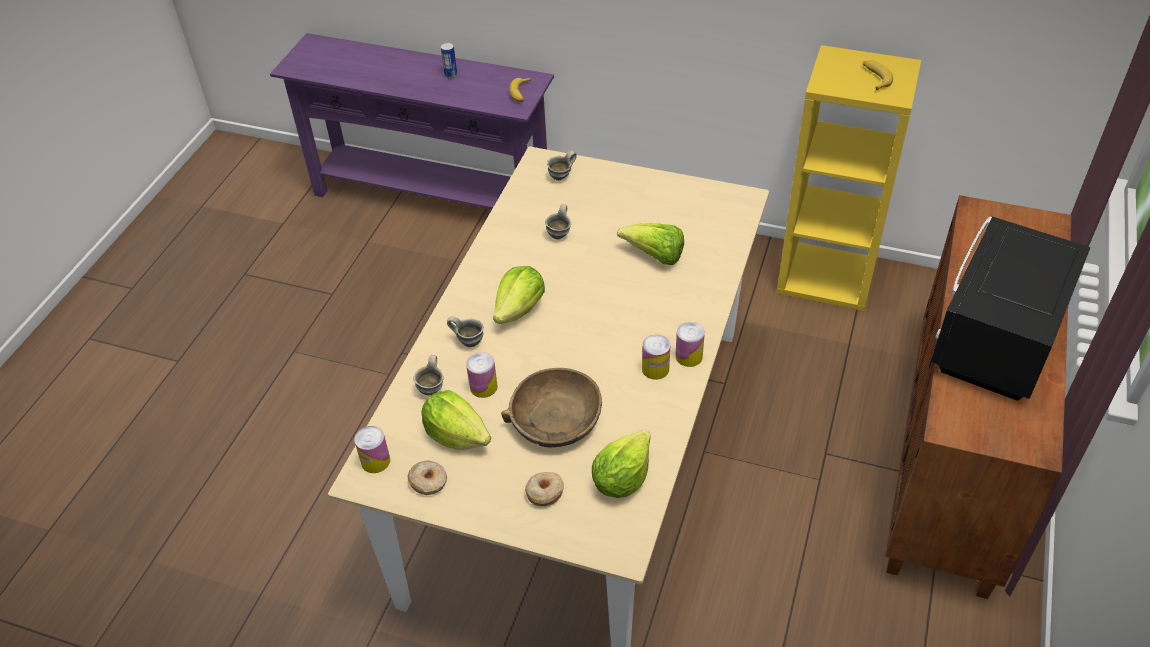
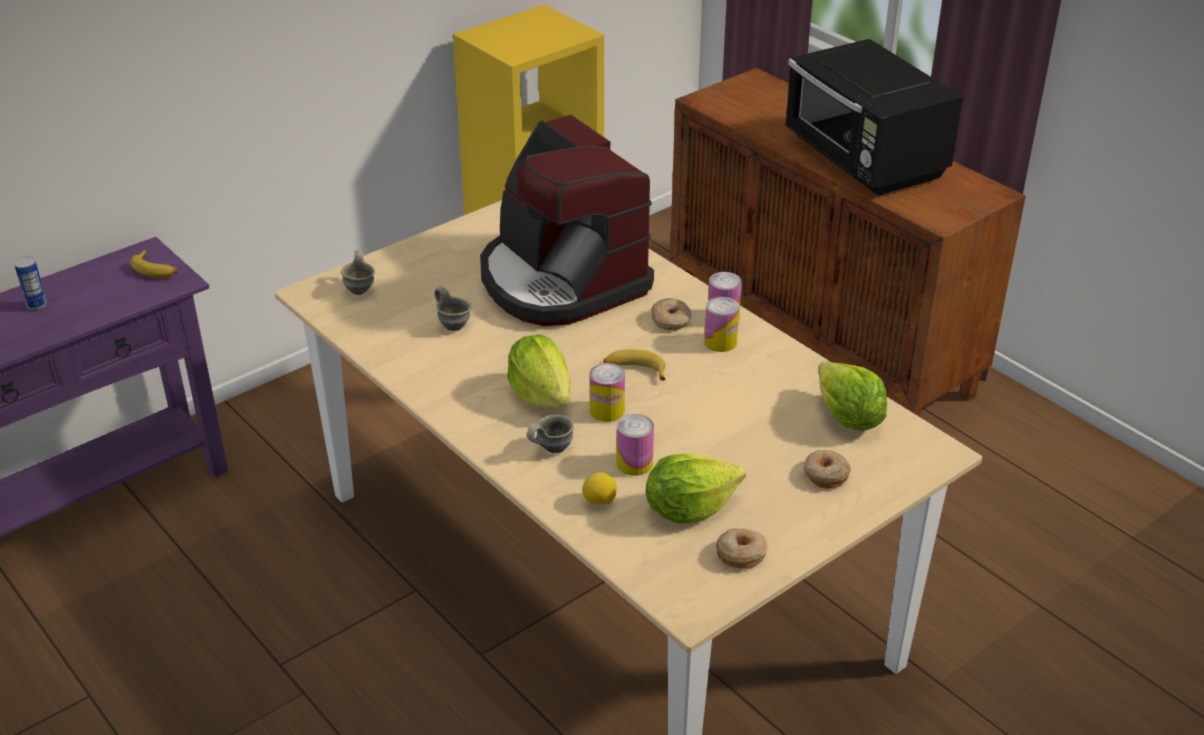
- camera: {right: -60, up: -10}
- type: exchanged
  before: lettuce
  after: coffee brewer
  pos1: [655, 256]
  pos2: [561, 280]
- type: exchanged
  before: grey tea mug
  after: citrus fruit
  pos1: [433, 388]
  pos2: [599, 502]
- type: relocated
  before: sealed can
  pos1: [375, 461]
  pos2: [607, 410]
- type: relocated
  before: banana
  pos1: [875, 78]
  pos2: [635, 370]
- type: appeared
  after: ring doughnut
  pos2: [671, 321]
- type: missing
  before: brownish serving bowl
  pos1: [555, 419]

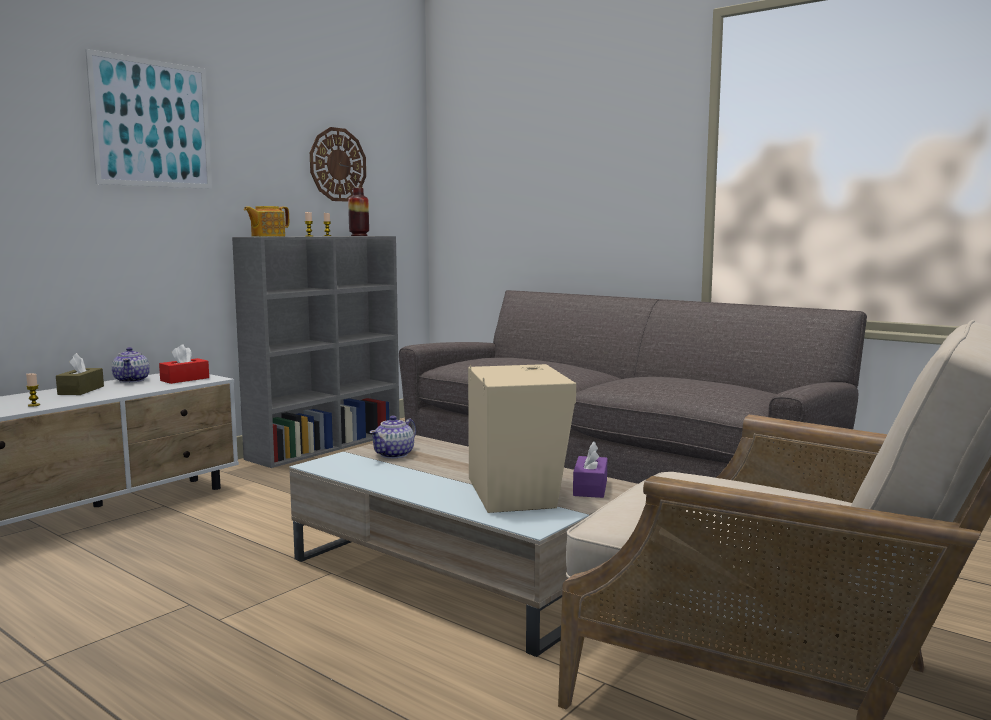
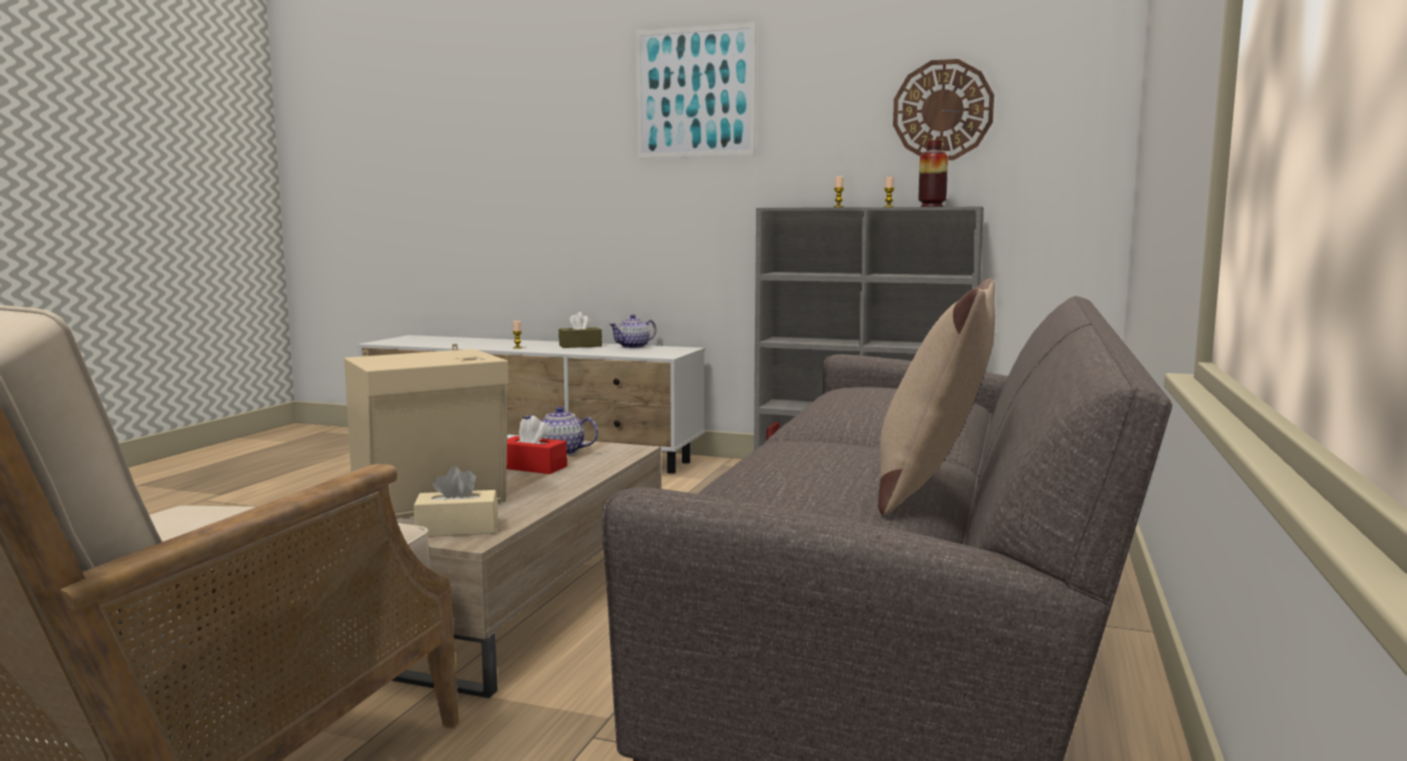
- camera: {right: 70, up: 0}
- type: colour
  before: purple tissue box
  after: beige-coloured tissue box
  pos1: [590, 488]
  pos2: [457, 529]
- type: relocated
  before: red-coloured tissue box
  pos1: [185, 379]
  pos2: [532, 467]
- type: appeared
  after: beige-coloured pillow
  pos2: [933, 488]
- type: missing
  before: pot for tea
  pos1: [267, 236]

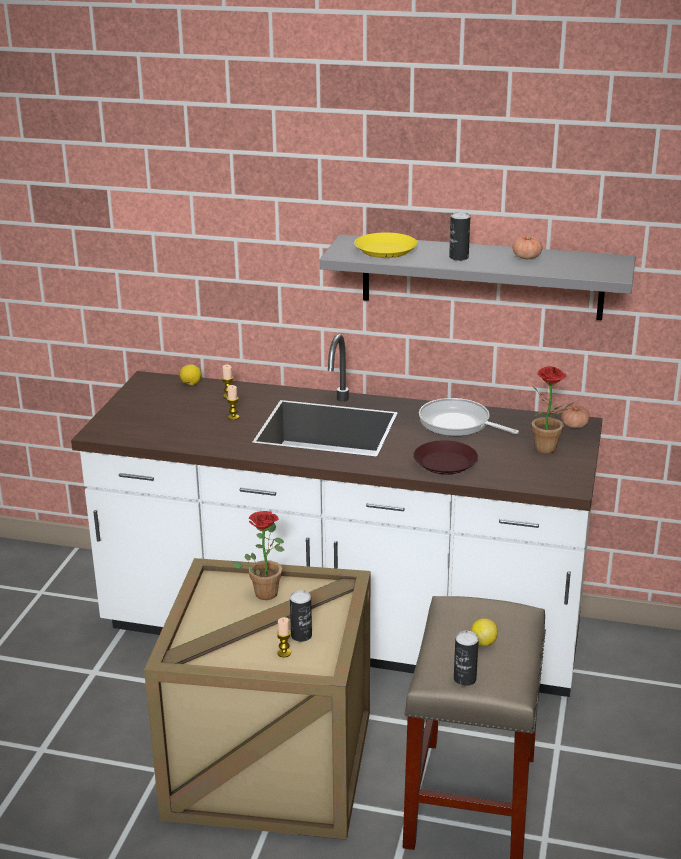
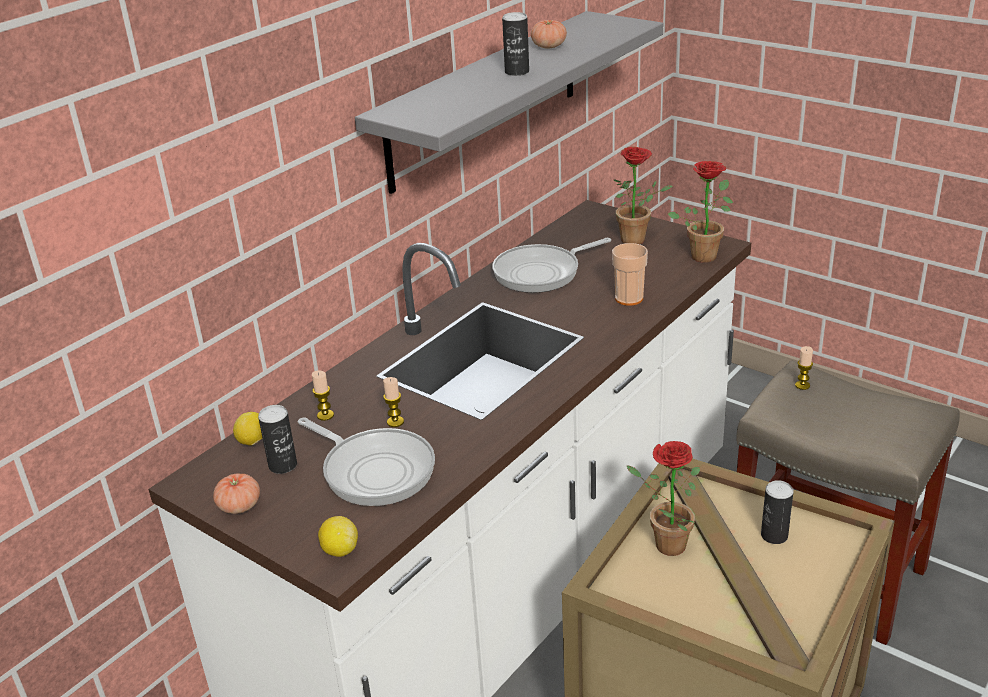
- camera: {right: -65, up: 5}
- type: relocated
  before: whole tomato
  pos1: [574, 425]
  pos2: [239, 506]
- type: relocated
  before: sealed can
  pos1: [465, 679]
  pos2: [283, 465]
- type: appeared
  after: pan
  pos2: [374, 470]
- type: relocated
  before: citrus fruit
  pos1: [483, 642]
  pos2: [340, 550]
- type: exchanged
  before: brownish plate
  after: small cup
  pos1: [446, 463]
  pos2: [629, 298]
- type: appeared
  after: plant in a pot
  pos2: [704, 254]
- type: relocated
  before: wax candle
  pos1: [284, 653]
  pos2: [802, 385]
- type: missing
  before: yellow-coloured plate
  pos1: [386, 251]

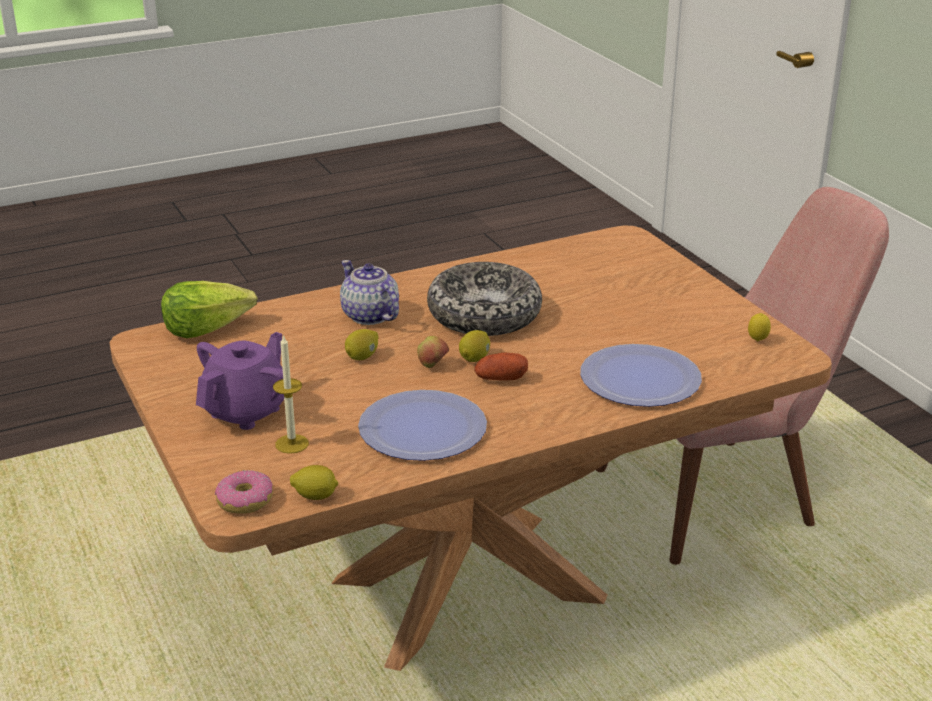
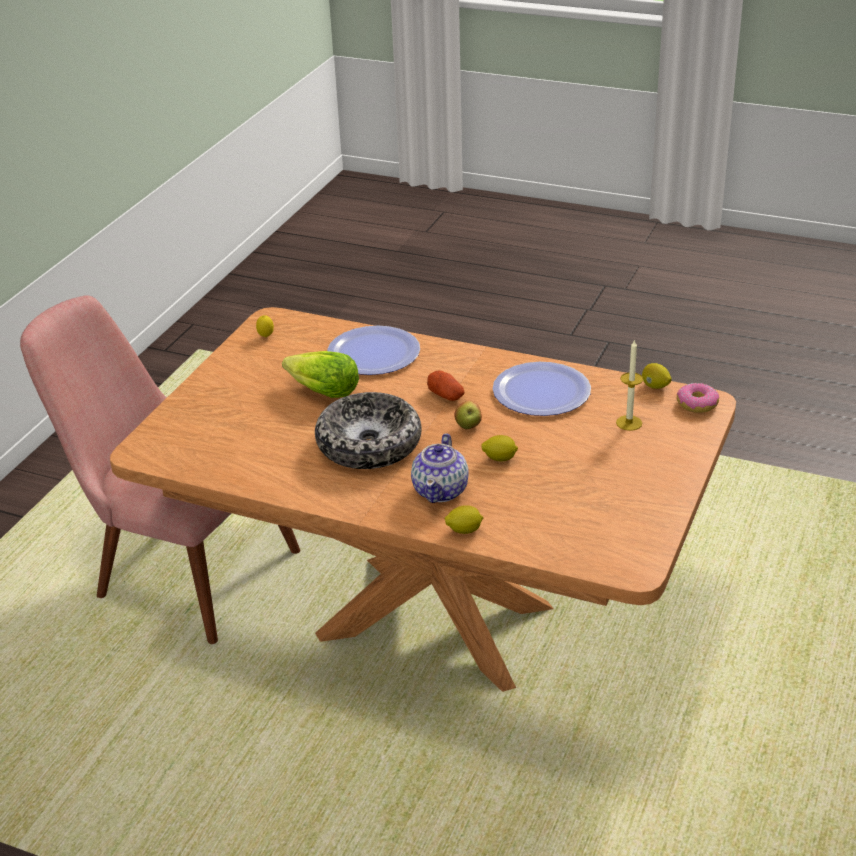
- camera: {right: -130, up: 5}
- type: relocated
  before: lettuce
  pos1: [206, 328]
  pos2: [323, 392]
- type: relocated
  before: citrus fruit
  pos1: [475, 358]
  pos2: [464, 530]
- type: missing
  before: purple pot for tea
  pos1: [246, 411]

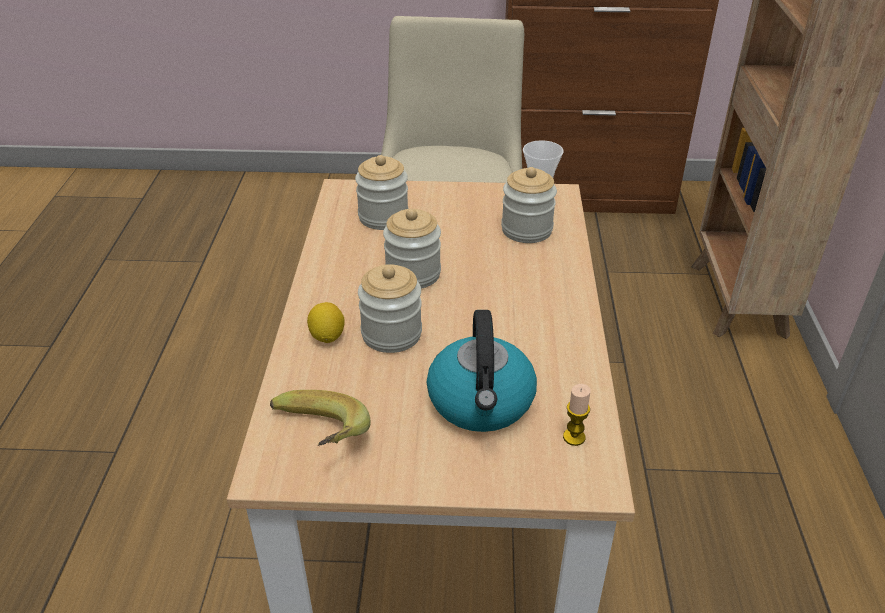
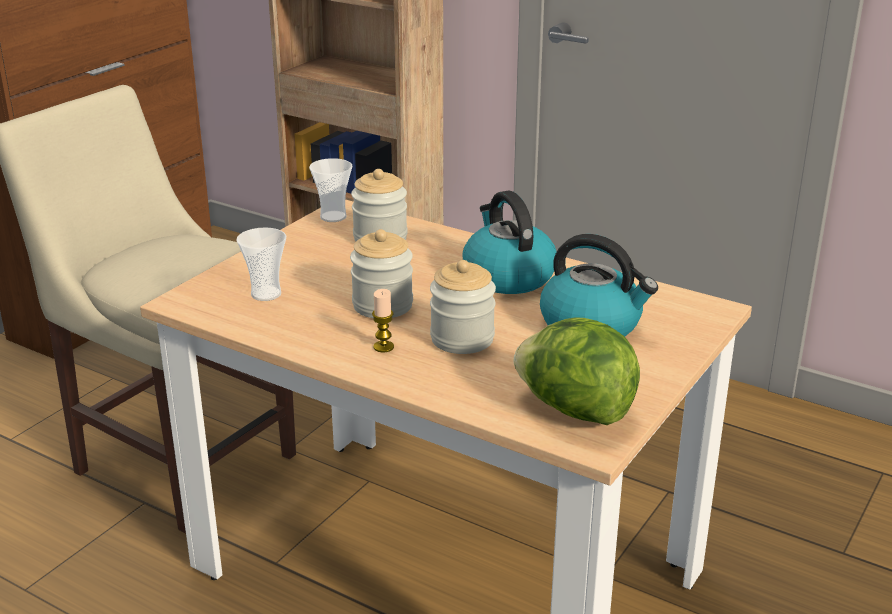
- camera: {right: -60, up: -10}
- type: exchanged
  before: jar
  after: small cup
  pos1: [383, 217]
  pos2: [266, 294]
- type: relocated
  before: wax candle
  pos1: [574, 437]
  pos2: [383, 347]
- type: appeared
  after: water kettle
  pos2: [507, 276]
- type: exchanged
  before: banana
  after: lettuce
  pos1: [316, 441]
  pos2: [574, 410]
- type: missing
  before: citrus fruit
  pos1: [327, 336]

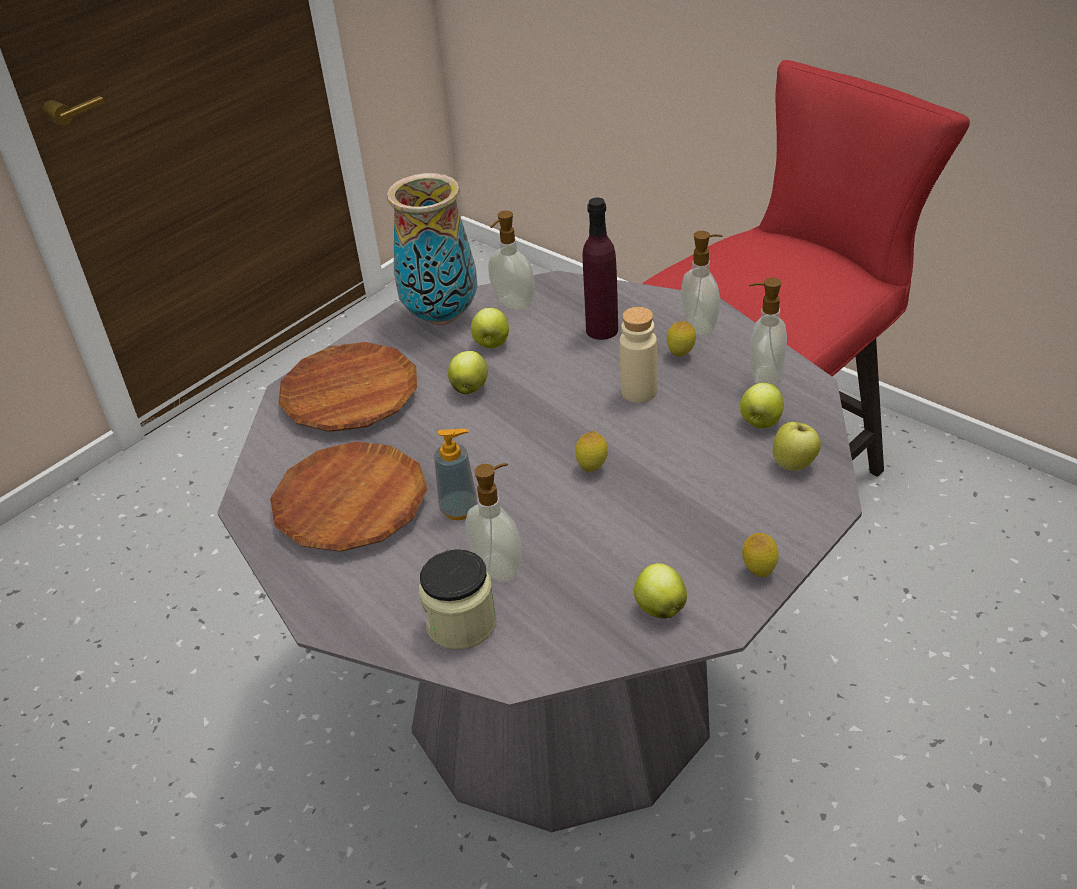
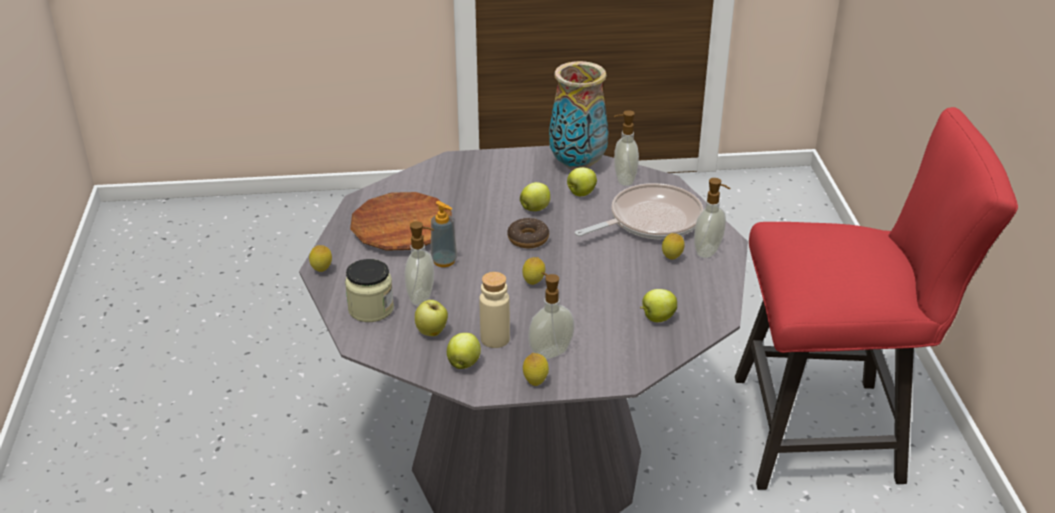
- camera: {right: 40, up: -5}
- type: appeared
  after: citrus fruit
  pos2: [322, 271]
- type: relocated
  before: whole apple
  pos1: [794, 464]
  pos2: [432, 333]
- type: relocated
  before: beige-coloured bottle
  pos1: [639, 392]
  pos2: [495, 339]
- type: appeared
  after: ring doughnut
  pos2: [528, 239]
- type: relocated
  before: soap bottle
  pos1: [764, 377]
  pos2: [550, 352]
- type: exchanged
  before: purple bottle
  after: pan
  pos1: [602, 330]
  pos2: [650, 221]
- type: missing
  before: brownish plate
  pos1: [350, 395]

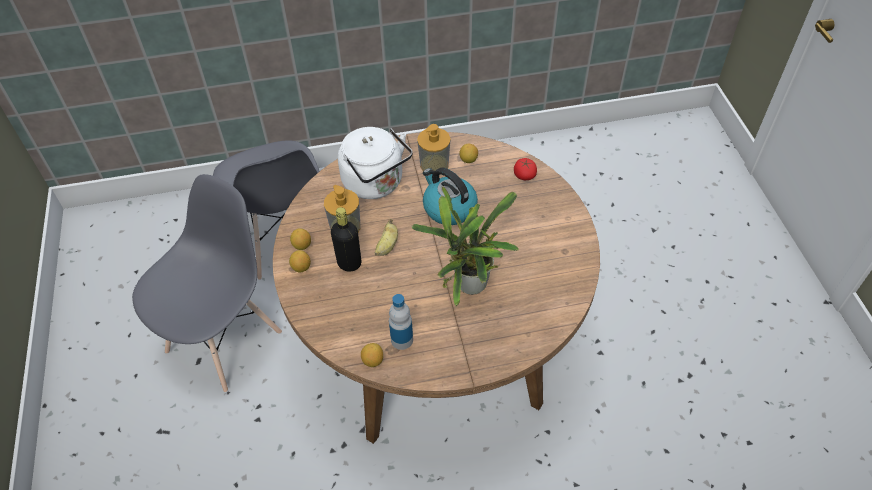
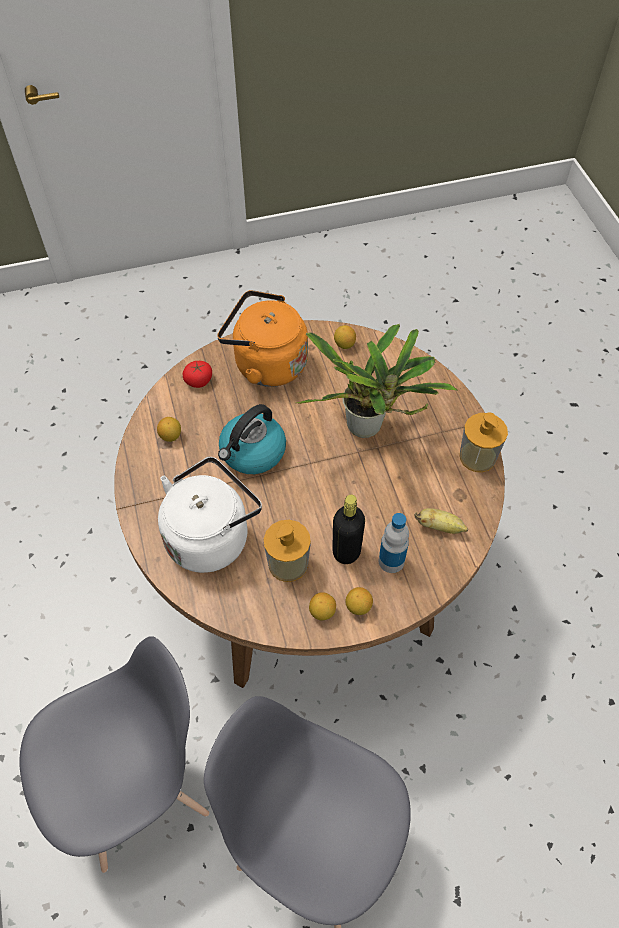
- camera: {right: -95, up: 5}
- type: appeared
  after: orange-coloured water kettle
  pos2: [266, 364]
- type: relocated
  before: citrus fruit
  pos1: [372, 360]
  pos2: [344, 344]
- type: relocated
  before: bottle
  pos1: [402, 340]
  pos2: [391, 561]
- type: relocated
  before: banana
  pos1: [387, 246]
  pos2: [440, 527]
- type: relocated
  before: soap bottle
  pos1: [434, 165]
  pos2: [477, 457]

